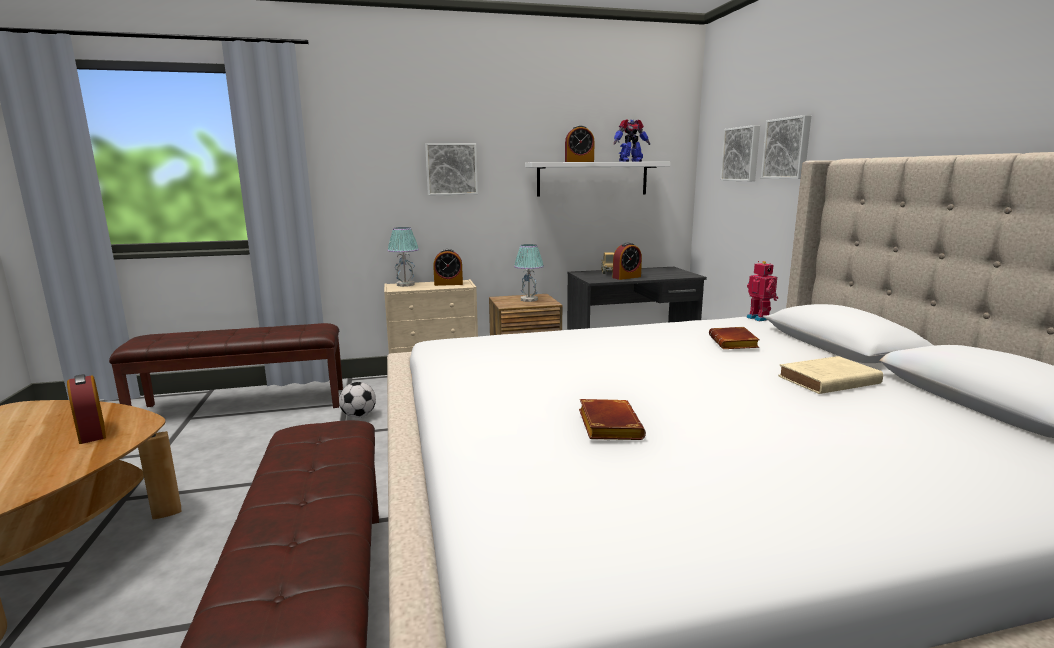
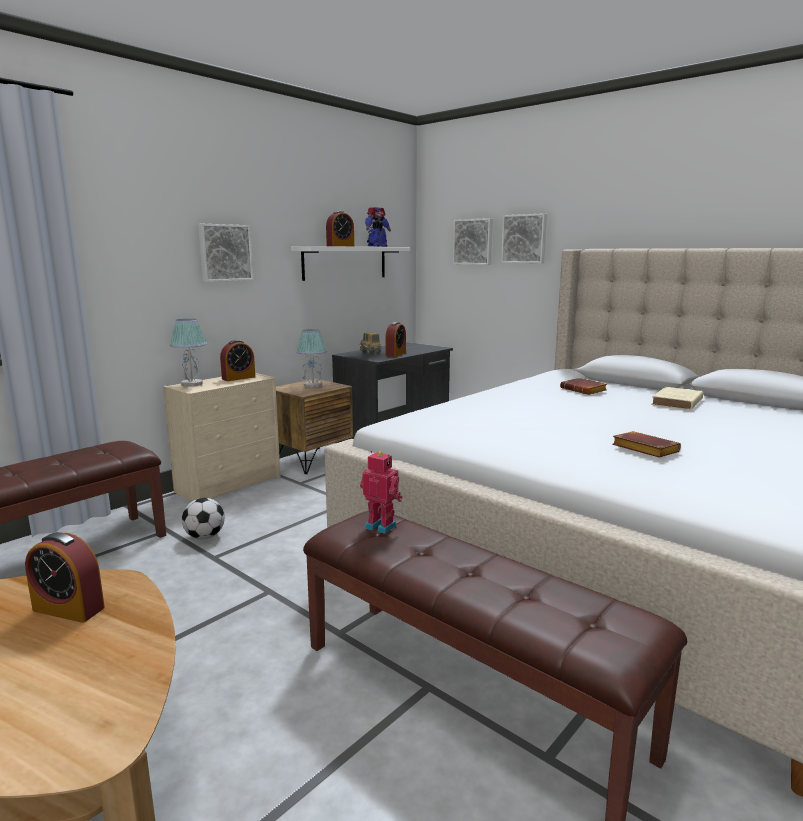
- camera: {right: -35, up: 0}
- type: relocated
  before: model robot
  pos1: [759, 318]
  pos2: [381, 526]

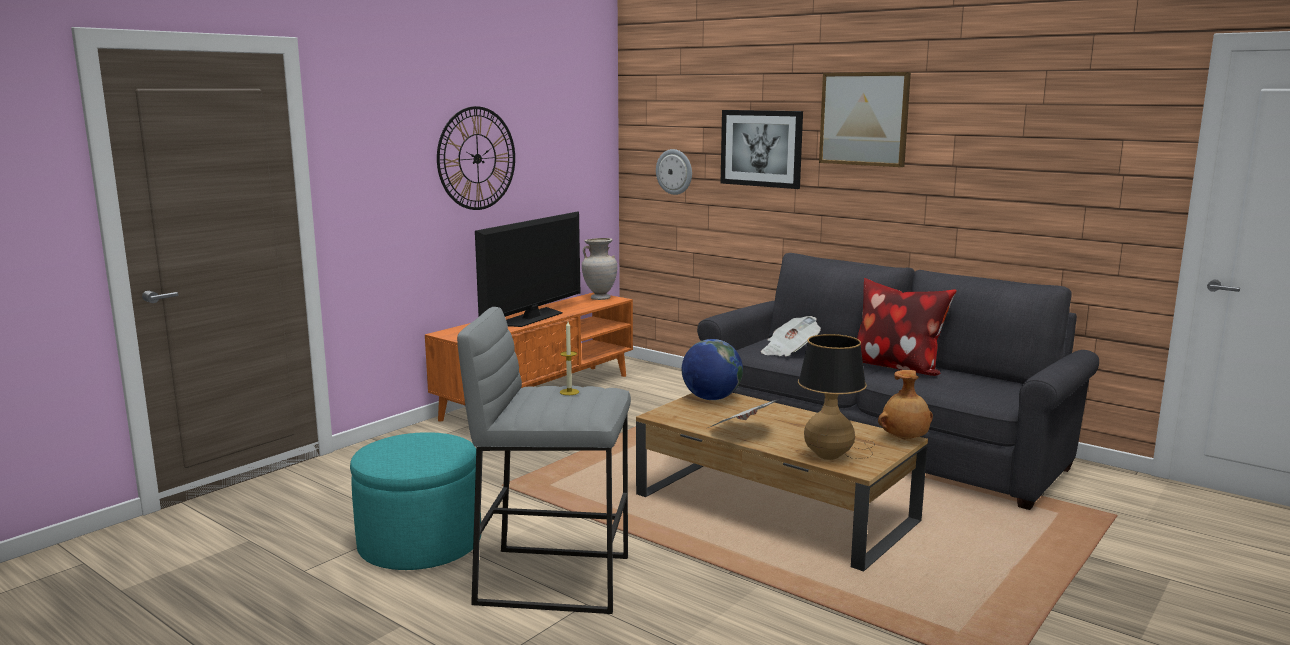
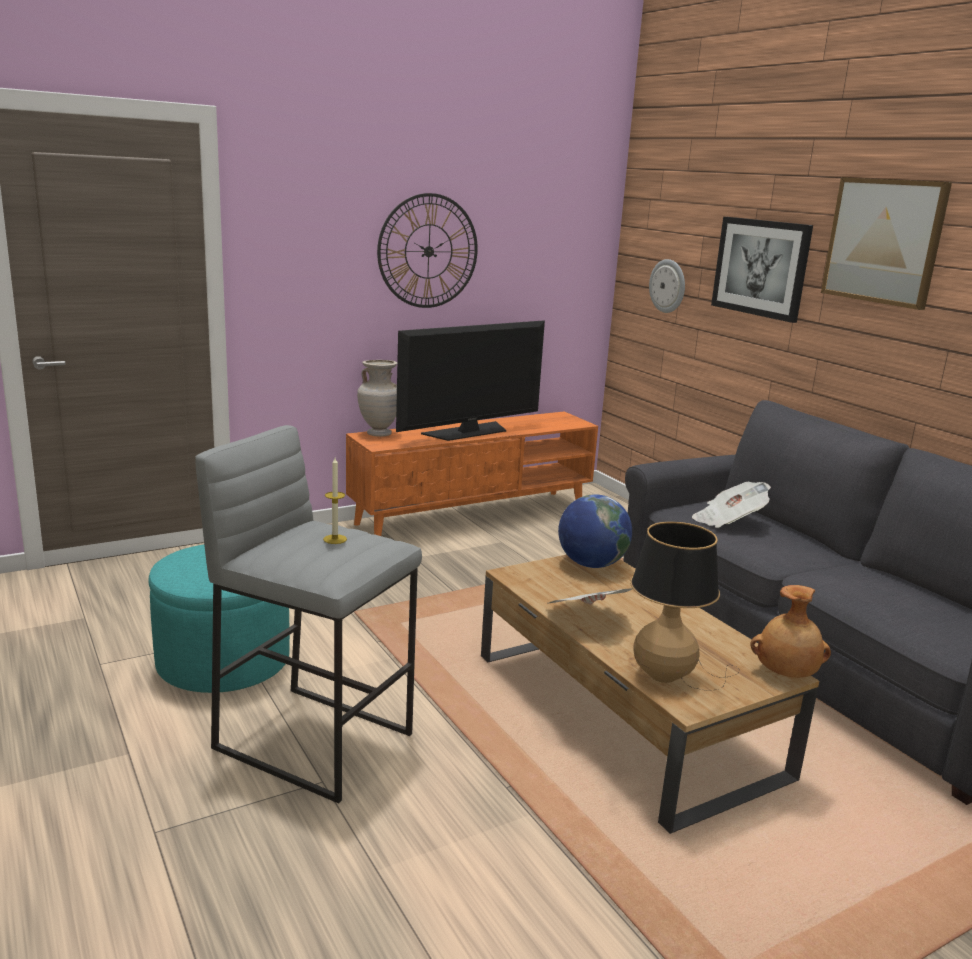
- camera: {right: 20, up: 5}
- type: relocated
  before: beige-coloured vase
  pos1: [600, 298]
  pos2: [379, 434]
- type: missing
  before: pillow
  pos1: [895, 367]

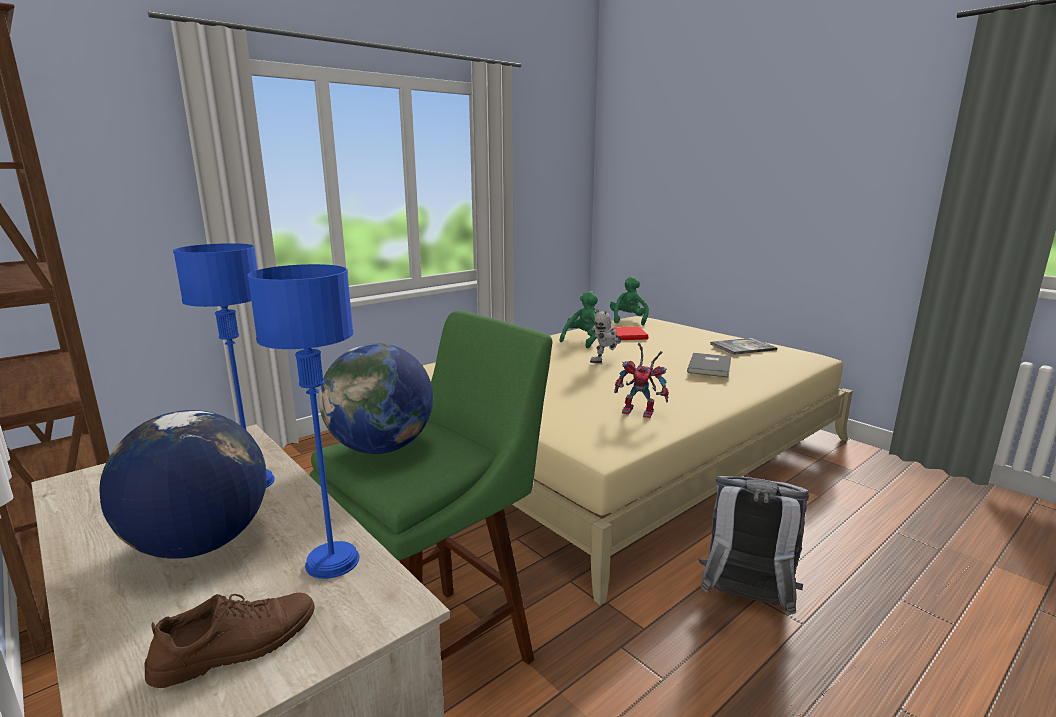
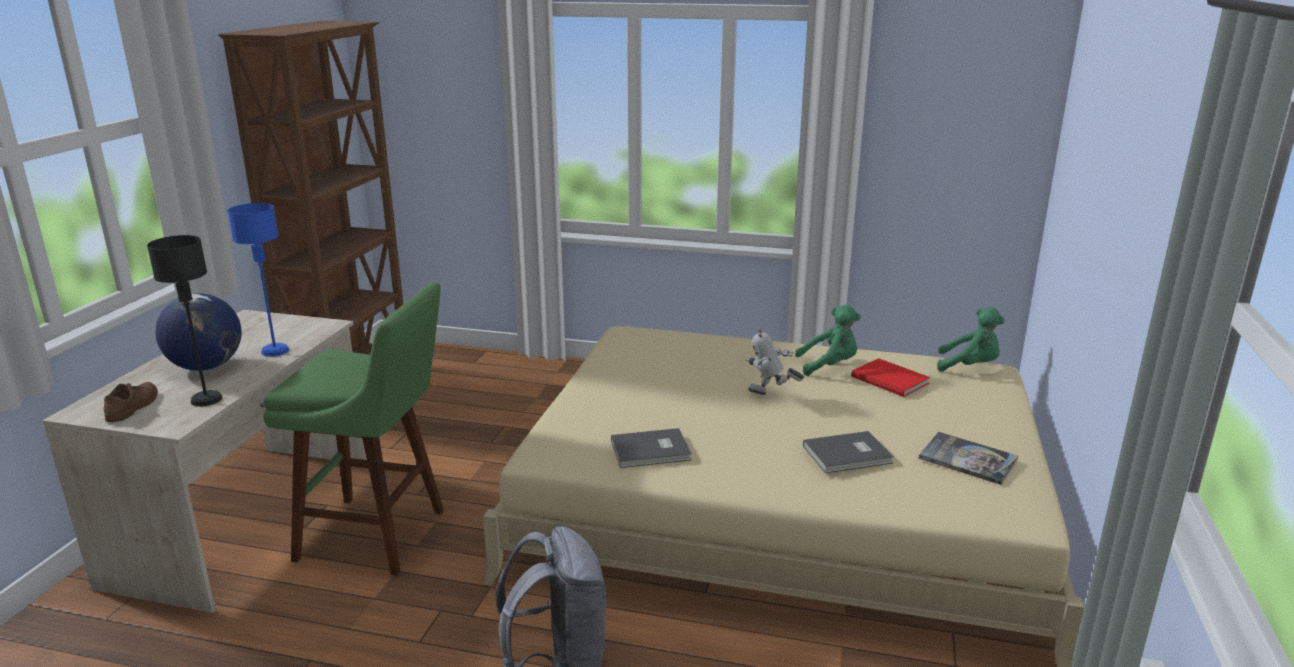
- camera: {right: 55, up: 5}
- type: spun
  before: brownish low shoe
  pos1: [237, 646]
  pos2: [133, 406]
  turn: -105
- type: colour
  before: blue-coloured lamp for a table
  after: blackish lamp for a table
  pos1: [333, 562]
  pos2: [206, 400]
- type: exchanged
  before: model robot
  after: grey book
  pos1: [641, 412]
  pos2: [652, 451]
- type: spun
  before: green plush toy
  pos1: [628, 320]
  pos2: [969, 366]
  turn: 45
- type: missing
  before: globe
  pos1: [381, 448]

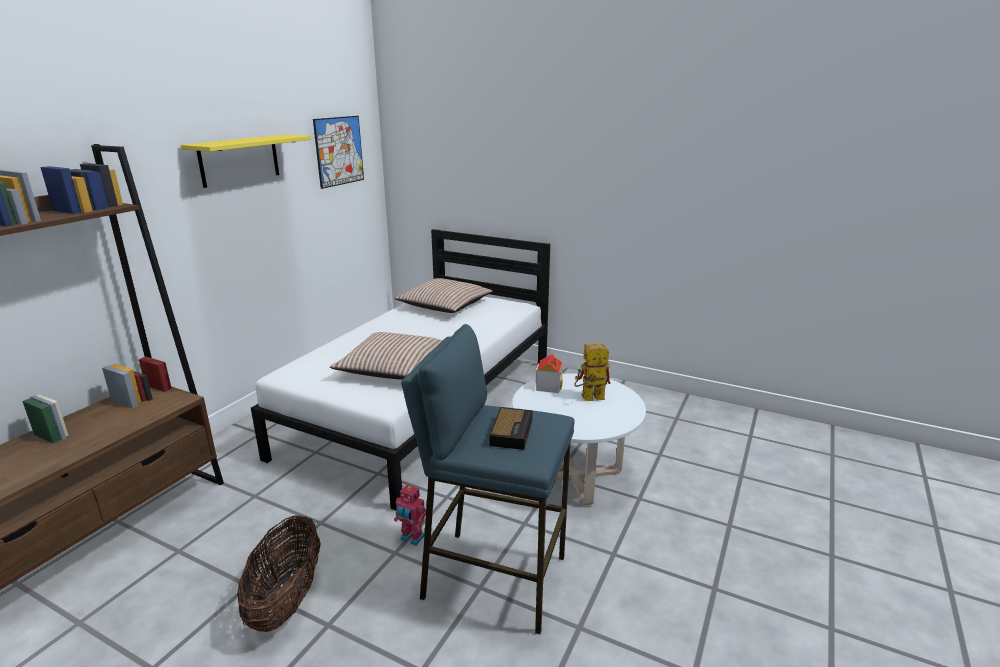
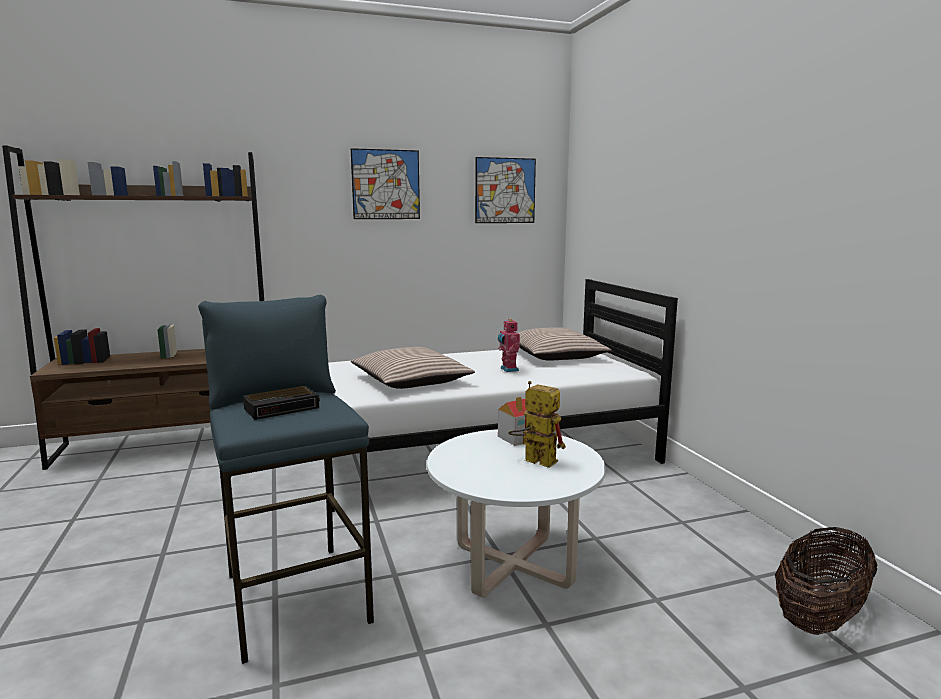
- camera: {right: 45, up: -10}
- type: exchanged
  before: yellow-coloured shelf
  after: wall picture
  pos1: [239, 160]
  pos2: [386, 184]
- type: relocated
  before: model robot
  pos1: [411, 538]
  pos2: [508, 369]
- type: relocated
  before: household basket
  pos1: [287, 599]
  pos2: [819, 616]

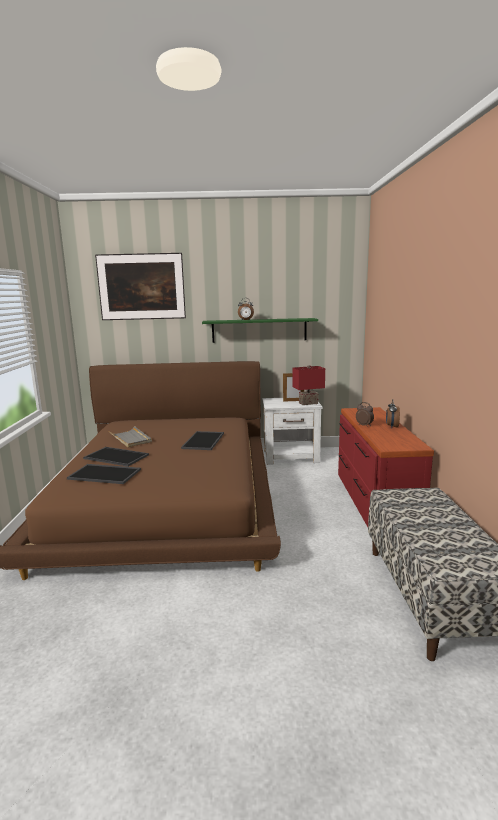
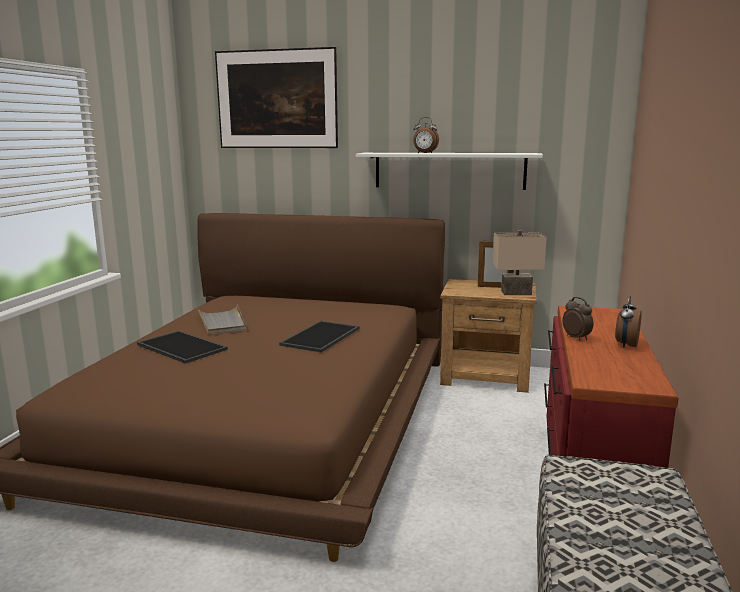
- camera: {right: 15, up: 0}
- type: colour
  before: green shelf
  after: white shelf
  pos1: [259, 330]
  pos2: [449, 170]
- type: colour
  before: white nightstand
  after: brownish nightstand
  pos1: [291, 456]
  pos2: [487, 376]
- type: colour
  before: red-coloured lamp for a table
  after: beige-coloured lamp for a table
  pos1: [308, 403]
  pos2: [516, 293]
- type: missing
  before: tray
  pos1: [105, 474]

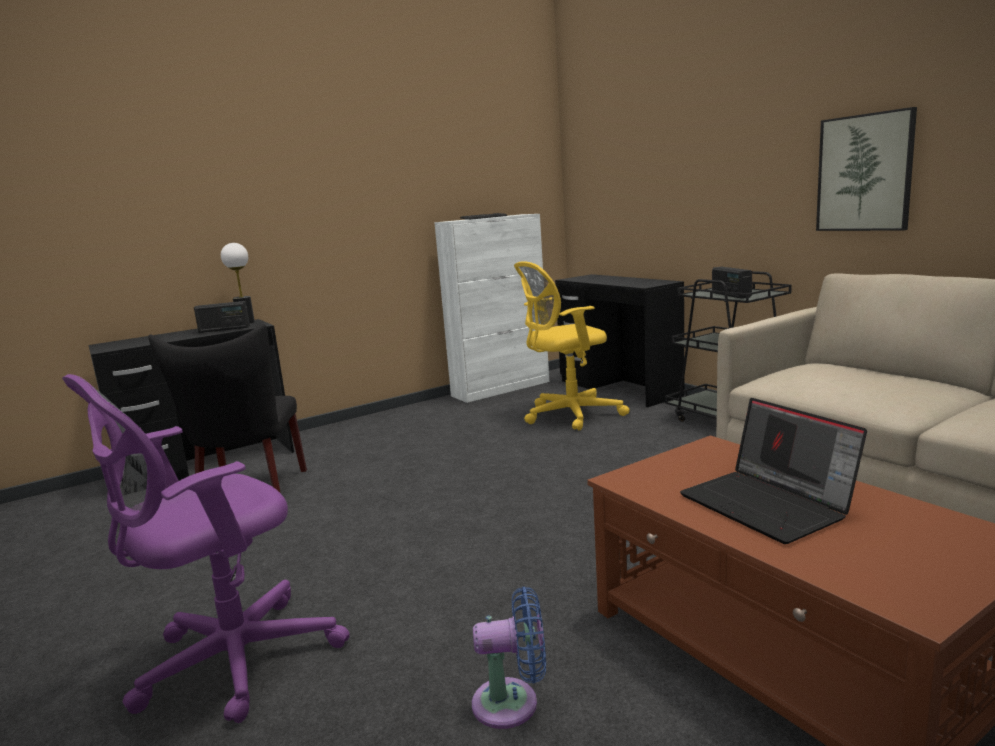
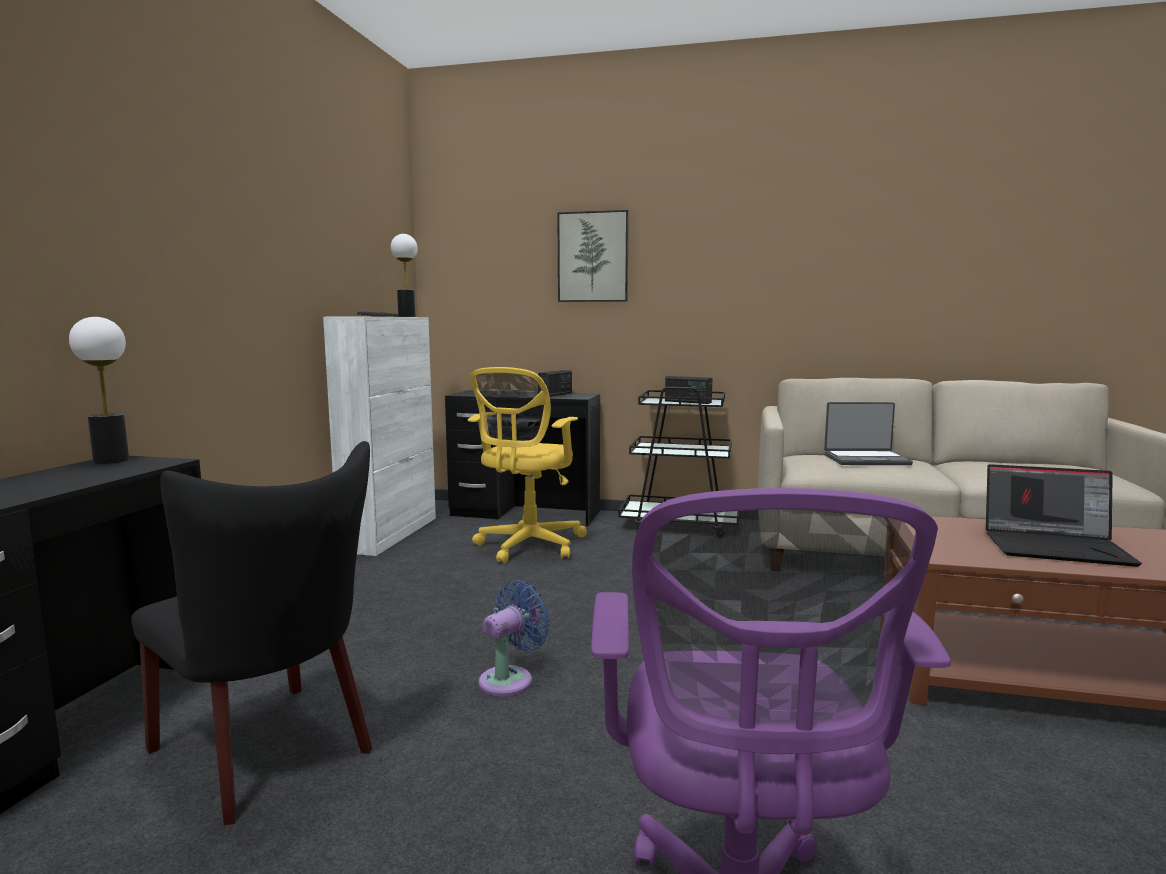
- camera: {right: -45, up: -5}
- type: appeared
  after: lamp for a table
  pos2: [407, 316]
- type: relocated
  before: blue-coloured electric fan
  pos1: [512, 703]
  pos2: [510, 679]
- type: relocated
  before: radio
  pos1: [224, 329]
  pos2: [555, 395]
- type: relocated
  before: wall picture
  pos1: [865, 173]
  pos2: [593, 257]
- type: appeared
  after: laptop
  pos2: [866, 459]

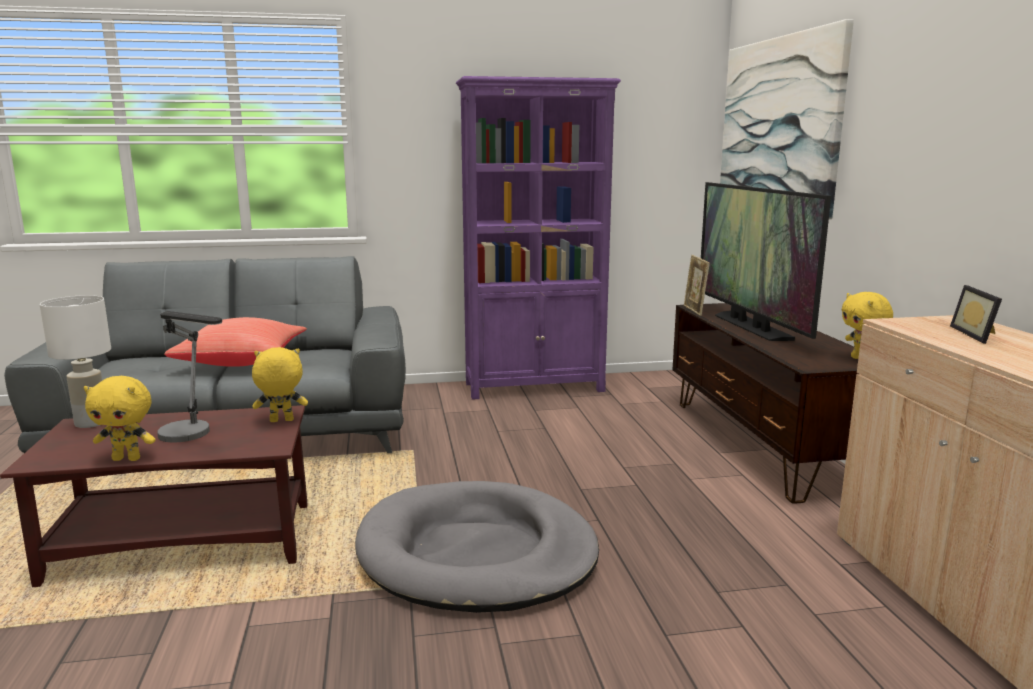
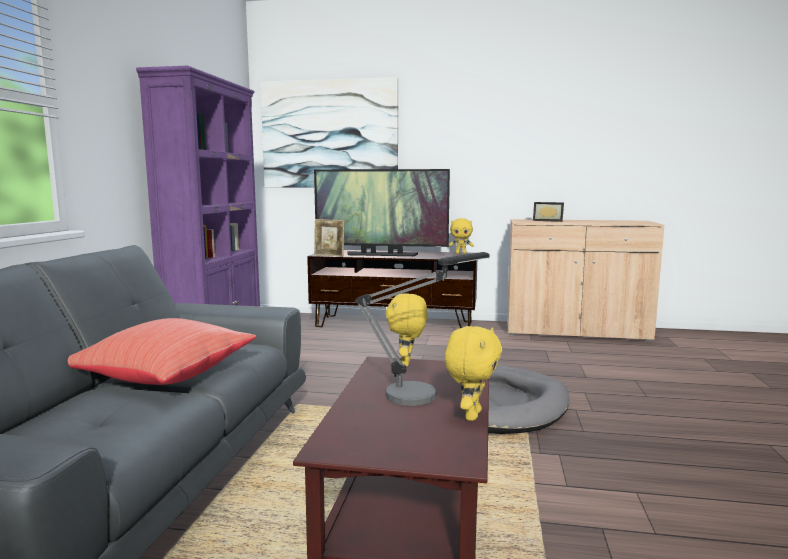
- camera: {right: -70, up: -5}
- type: missing
  before: white lamp for a table
  pos1: [91, 423]

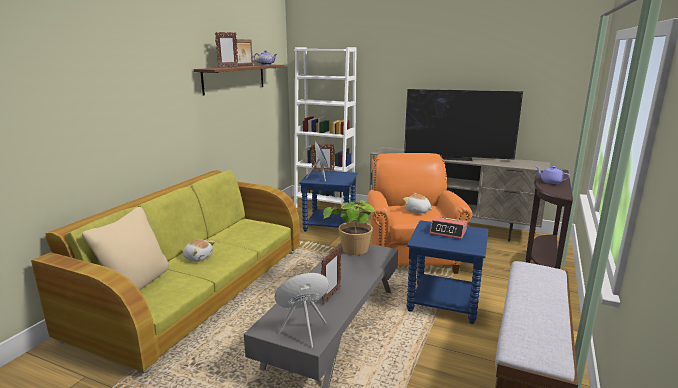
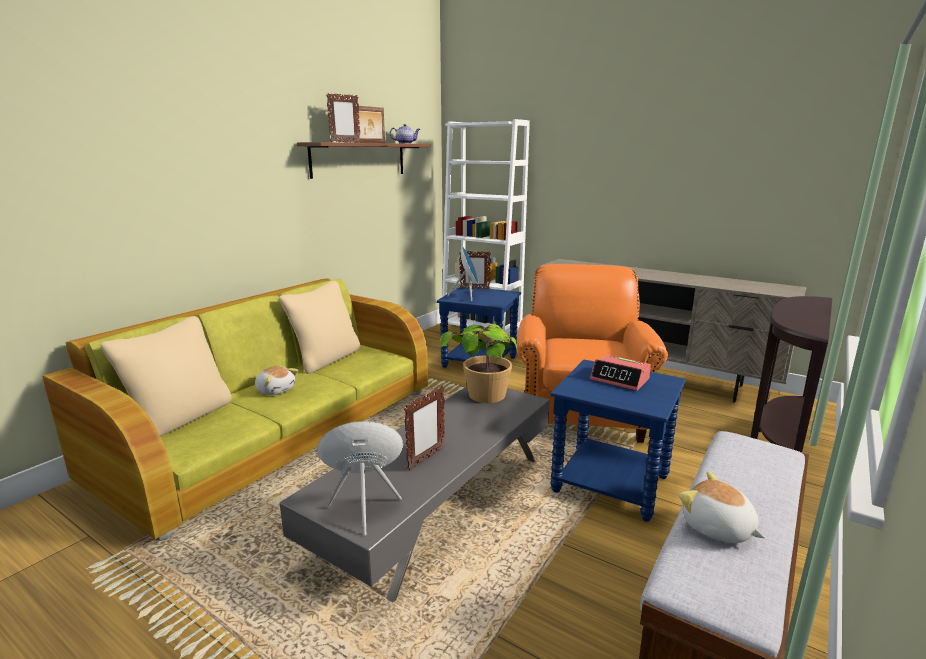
- camera: {right: 10, up: 0}
- type: appeared
  after: beige-coloured pillow
  pos2: [325, 359]
- type: relocated
  before: plush toy
  pos1: [417, 211]
  pos2: [717, 528]
- type: missing
  before: TV set
  pos1: [457, 158]
- type: missing
  before: purple pot for tea
  pos1: [550, 182]

